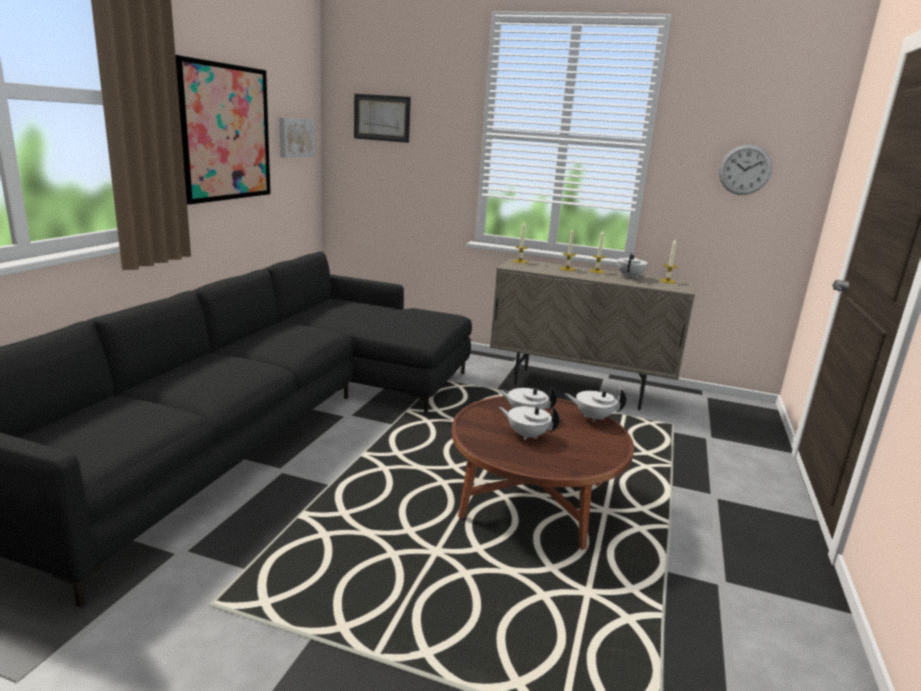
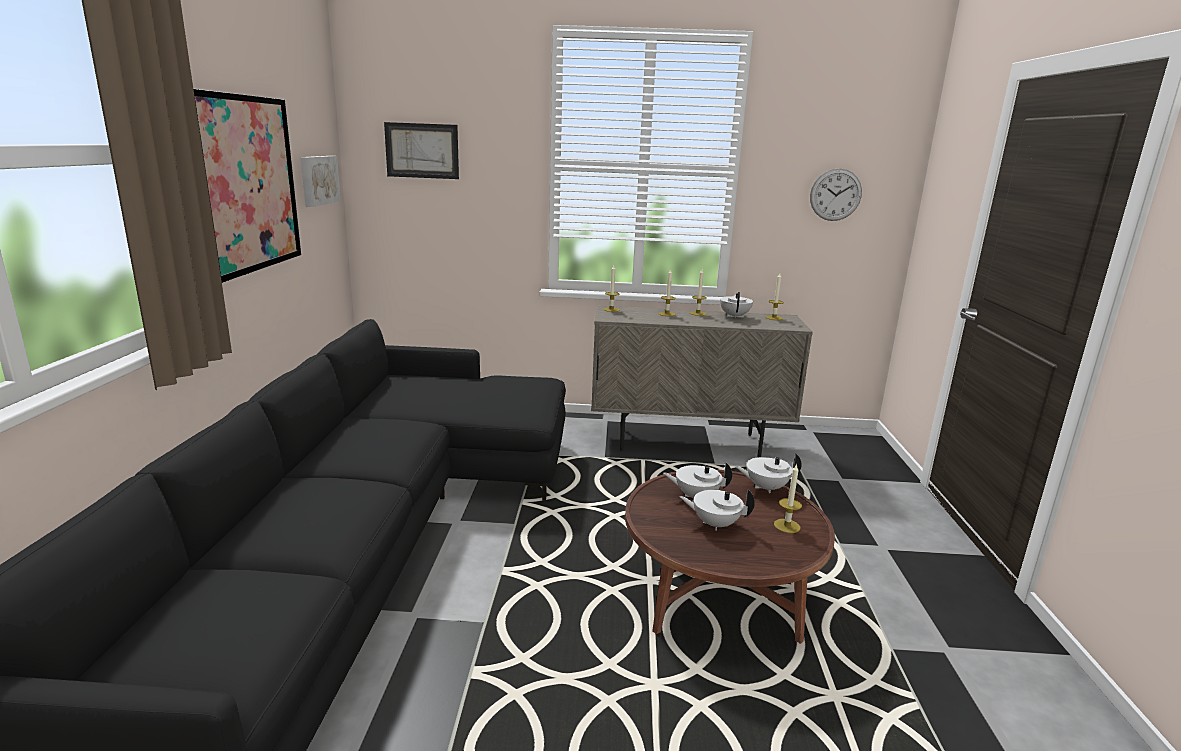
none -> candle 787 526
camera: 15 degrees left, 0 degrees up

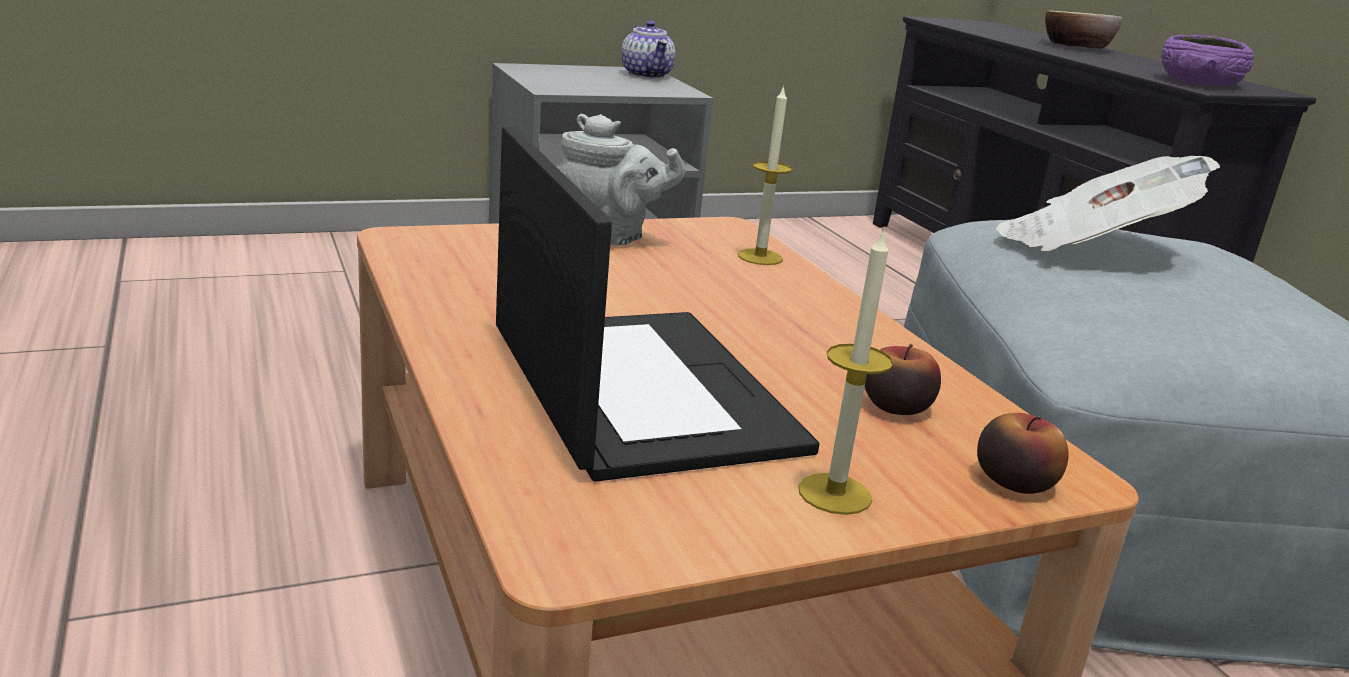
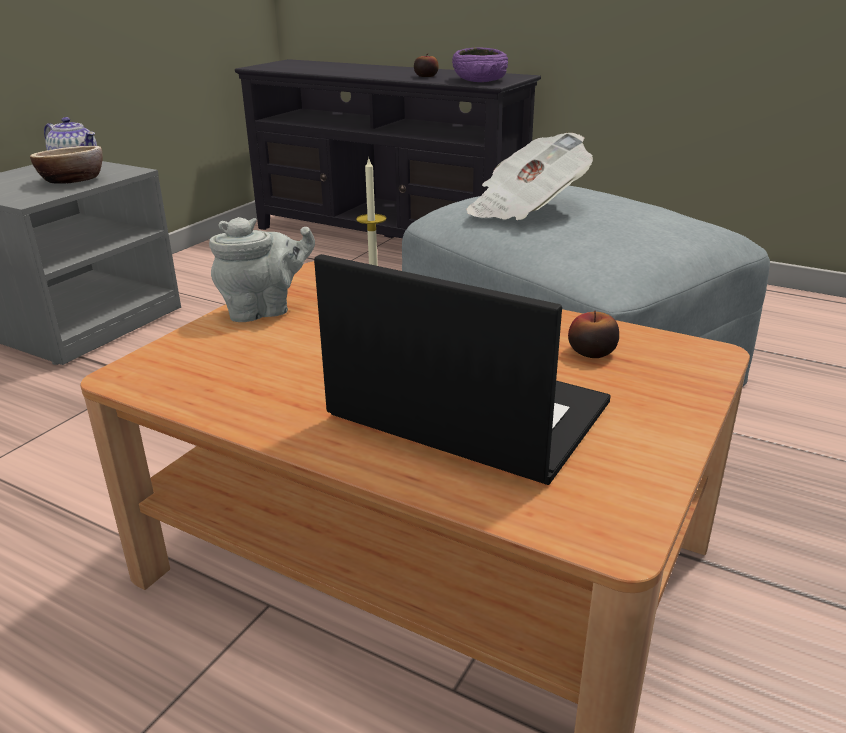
bowl 1076 47 -> bowl 73 181, move
apple 1014 481 -> apple 426 76, move
candle 834 494 -> none
camera: 35 degrees left, 5 degrees up

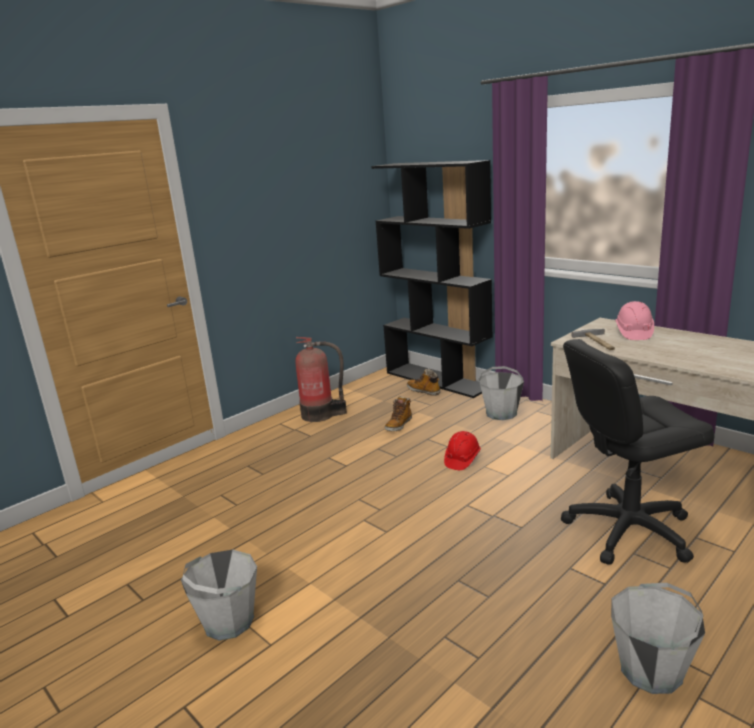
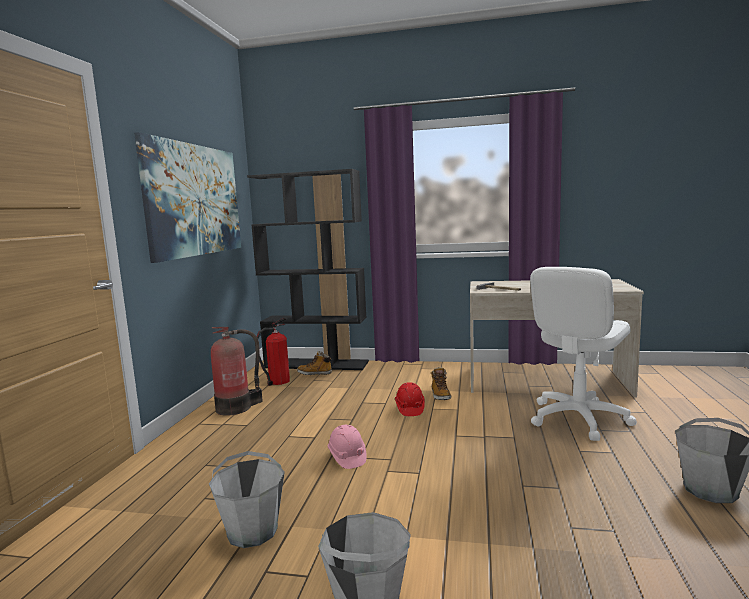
none -> picture 194 200
grey_bucket 501 413 -> grey_bucket 252 531, move
none -> fire_extinguisher 278 382
pink_hard_hat 633 333 -> pink_hard_hat 347 457, move
boot 399 425 -> boot 440 395, move
black_office_chair 628 530 -> white_office_chair 578 418
camera: 35 degrees left, 10 degrees down

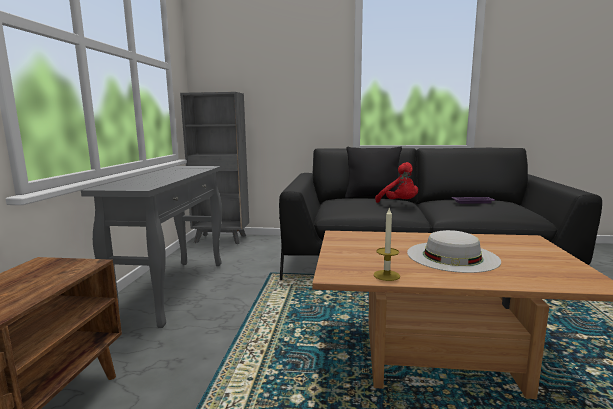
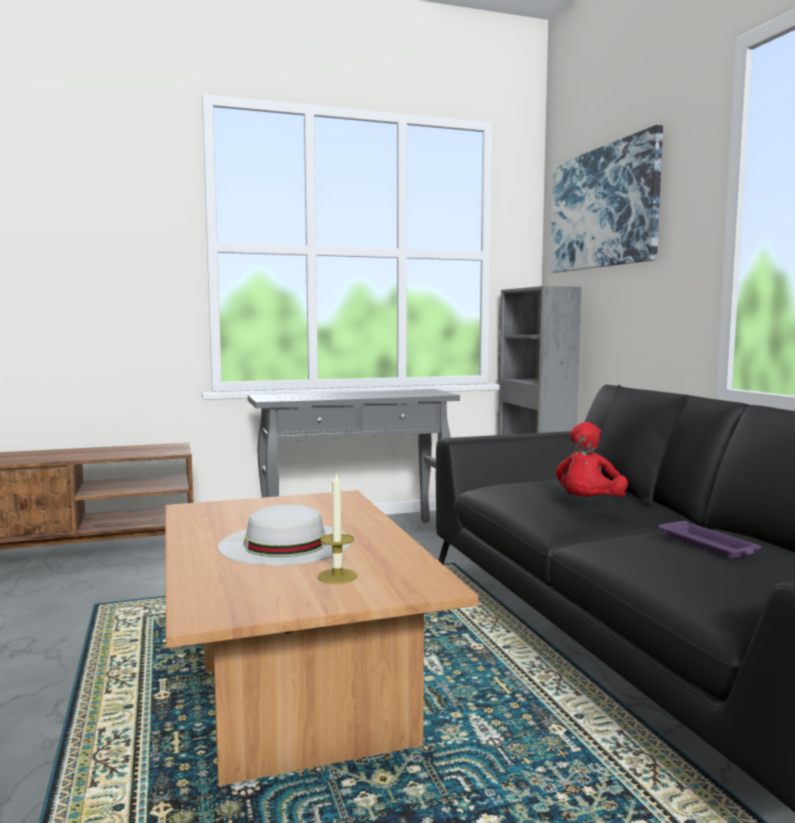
candle 386 275 -> candle 337 576, move
none -> picture 603 208
camera: 65 degrees right, 5 degrees down

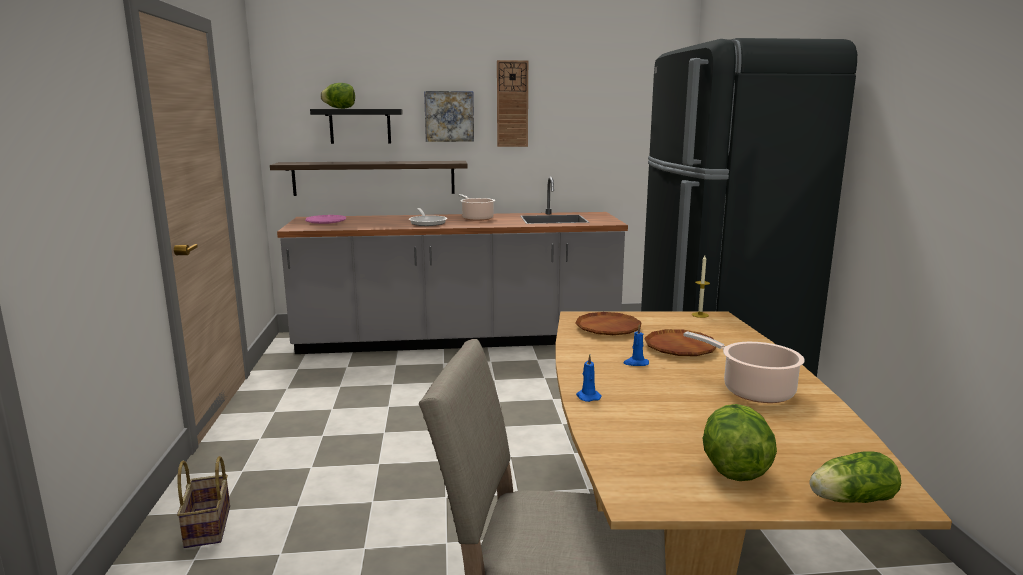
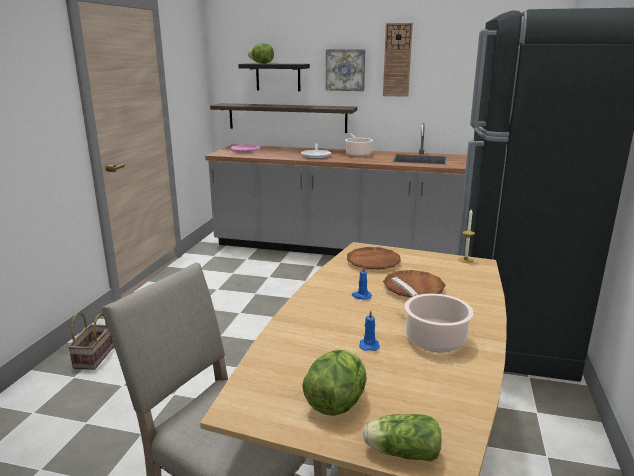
blue_candle 587 396 -> blue_candle 369 345, move
camera: 20 degrees right, 5 degrees up

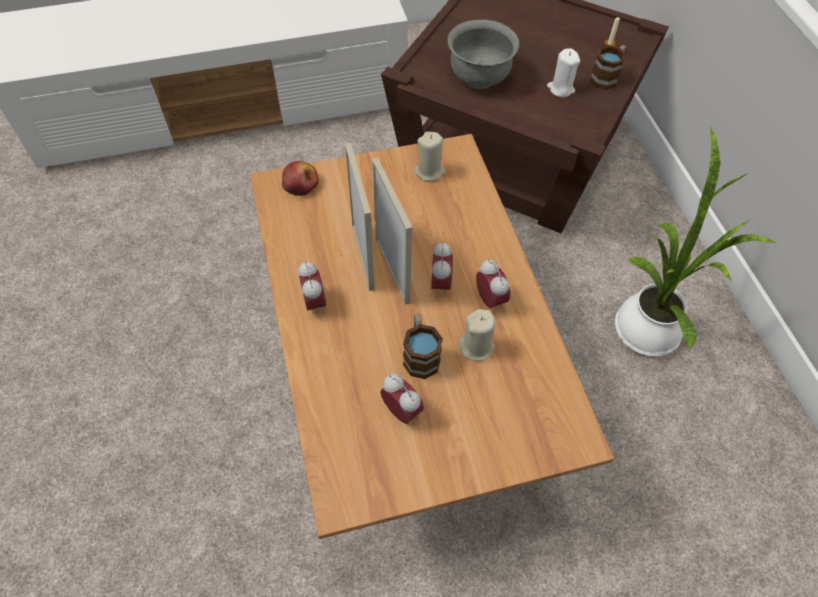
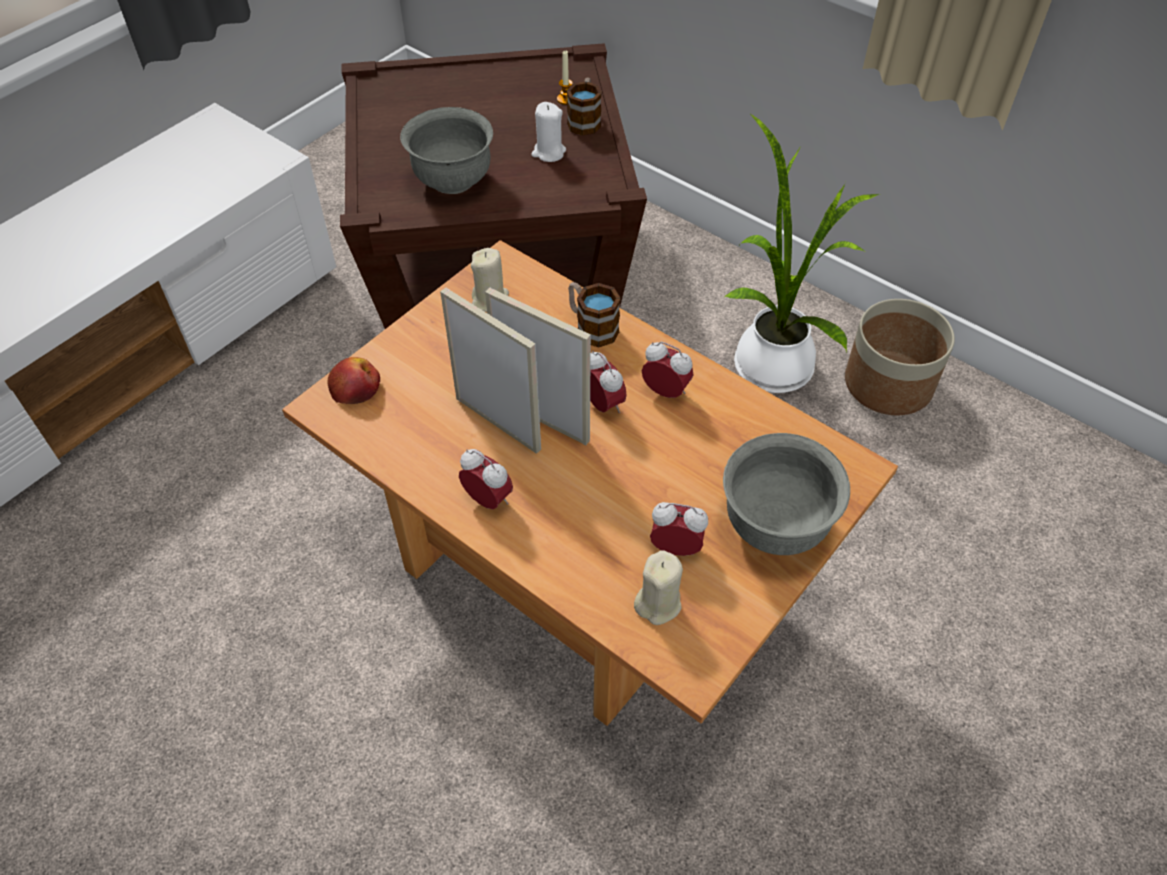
mug 420 354 -> mug 591 327, move
beige_candle 476 347 -> beige_candle 658 603, move
none -> grey_bowl 774 526
none -> planter 889 383
camera: 35 degrees left, 5 degrees down

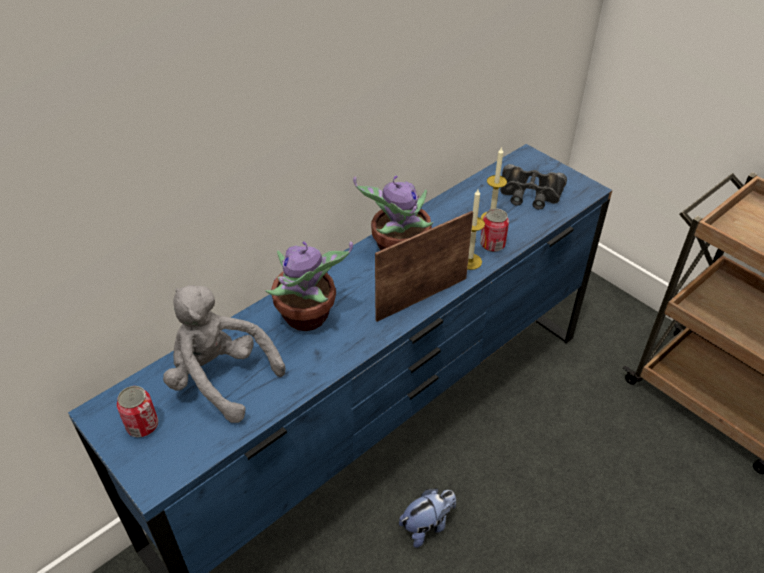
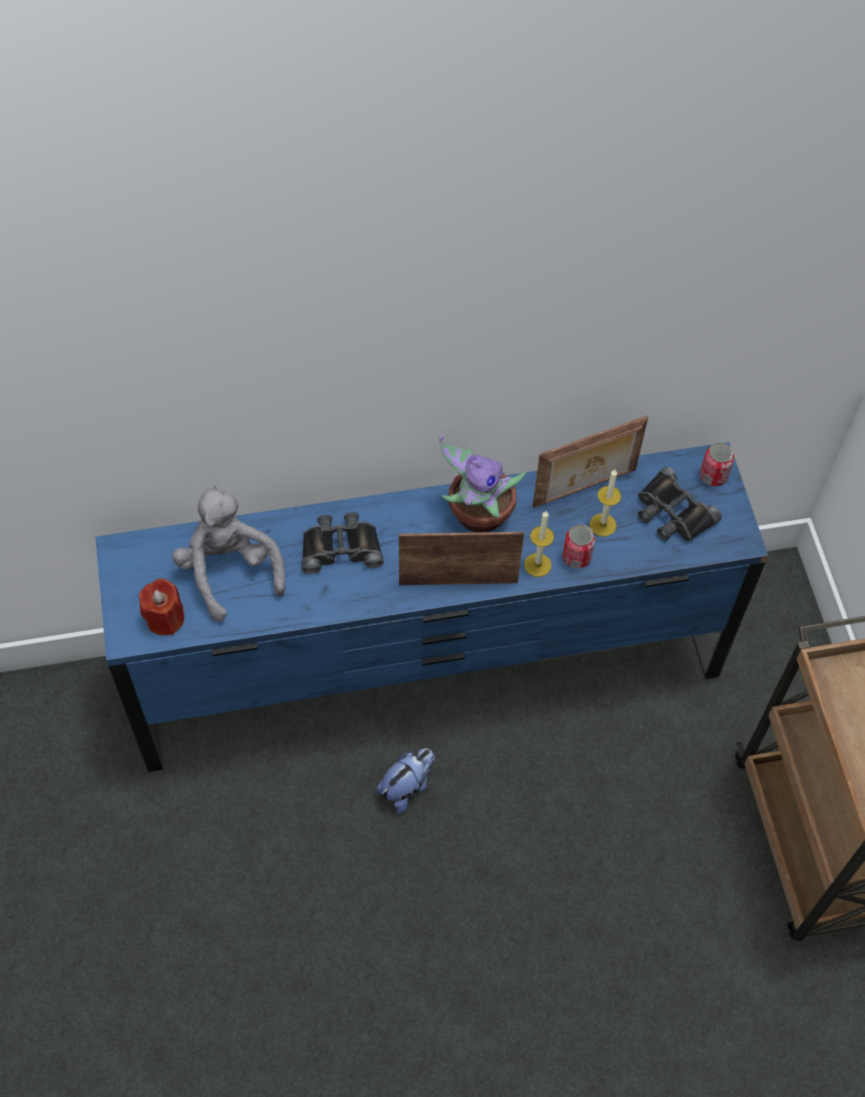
none -> red_candle 165 618
potted_plant 307 317 -> black_binoculars 340 547
plush_toy 427 526 -> plush_toy 407 787, 45 degrees counterclockwise
none -> picture_frame 585 489
can 142 425 -> can 713 476, move
camera: 30 degrees right, 15 degrees up

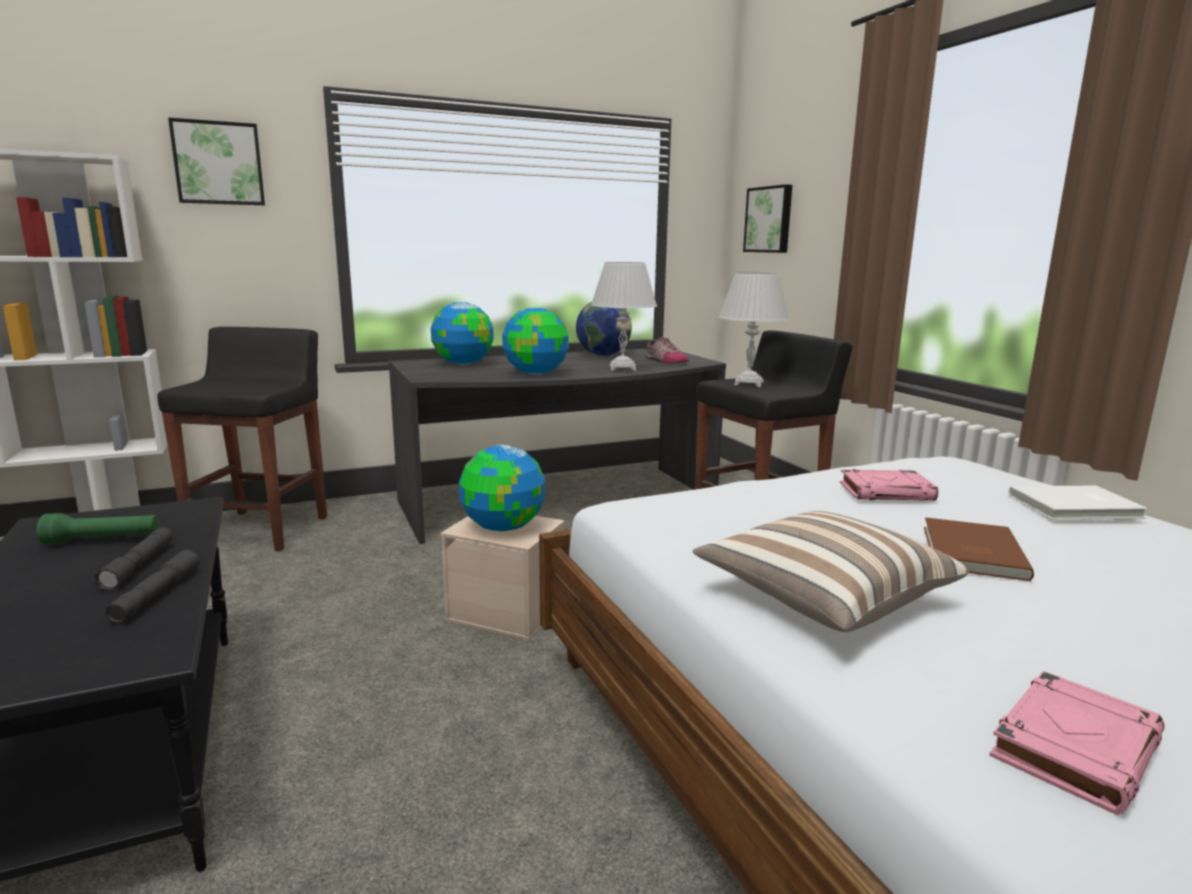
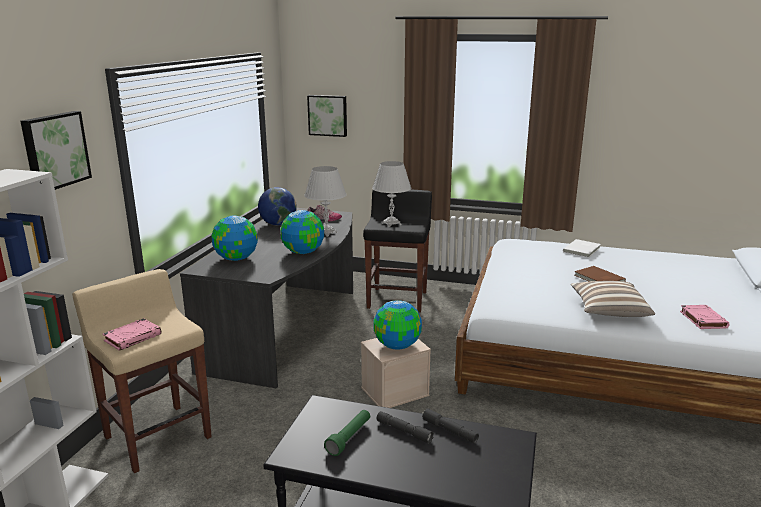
black_stool 261 530 -> beige_stool 157 436
pink_book 887 492 -> pink_book 133 337, move
camera: 50 degrees left, 5 degrees up

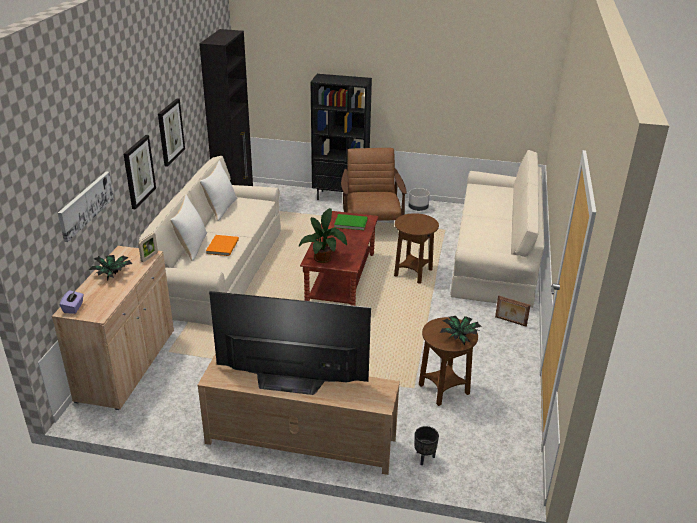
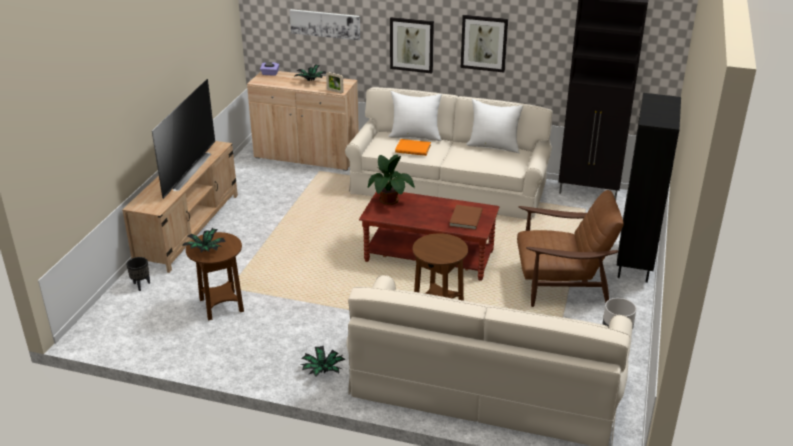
picture_frame 510 322 -> potted_plant 323 371
green_book 350 223 -> brown_book 465 218
camera: 95 degrees right, 0 degrees up

